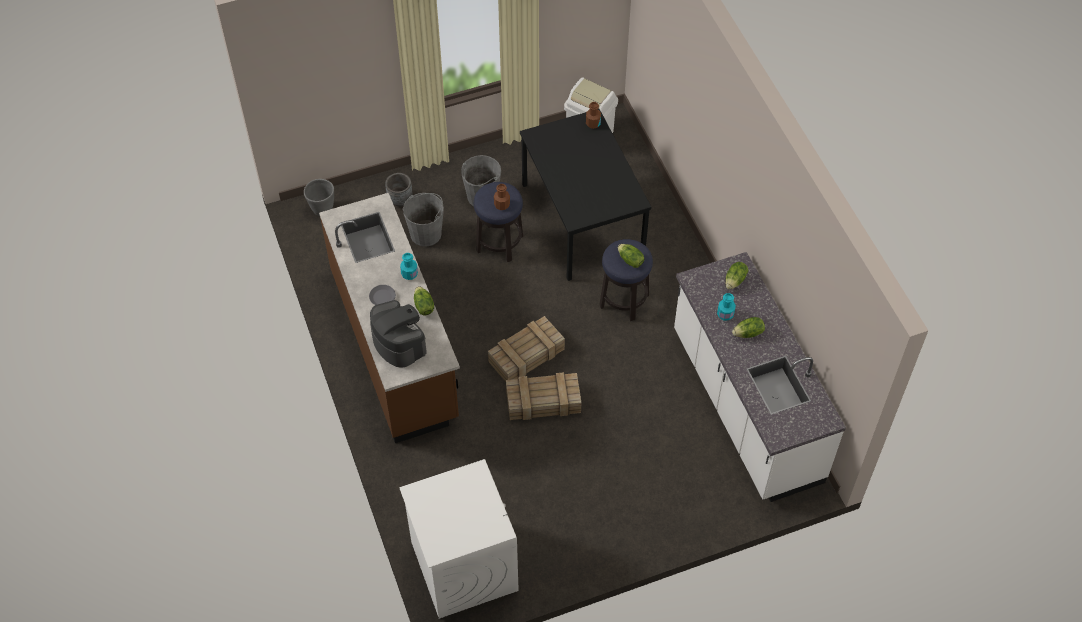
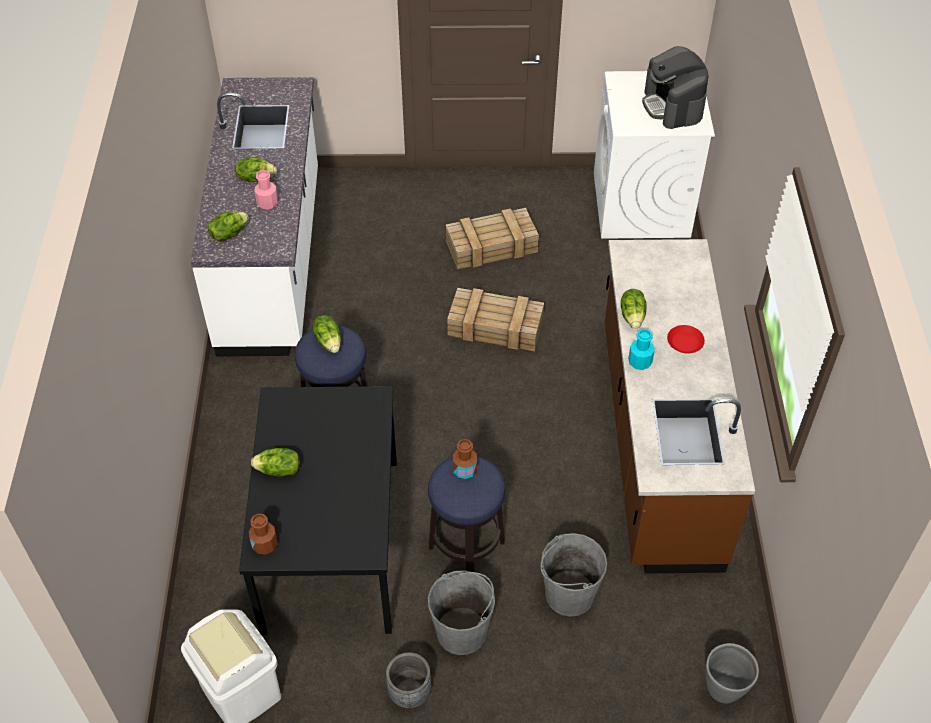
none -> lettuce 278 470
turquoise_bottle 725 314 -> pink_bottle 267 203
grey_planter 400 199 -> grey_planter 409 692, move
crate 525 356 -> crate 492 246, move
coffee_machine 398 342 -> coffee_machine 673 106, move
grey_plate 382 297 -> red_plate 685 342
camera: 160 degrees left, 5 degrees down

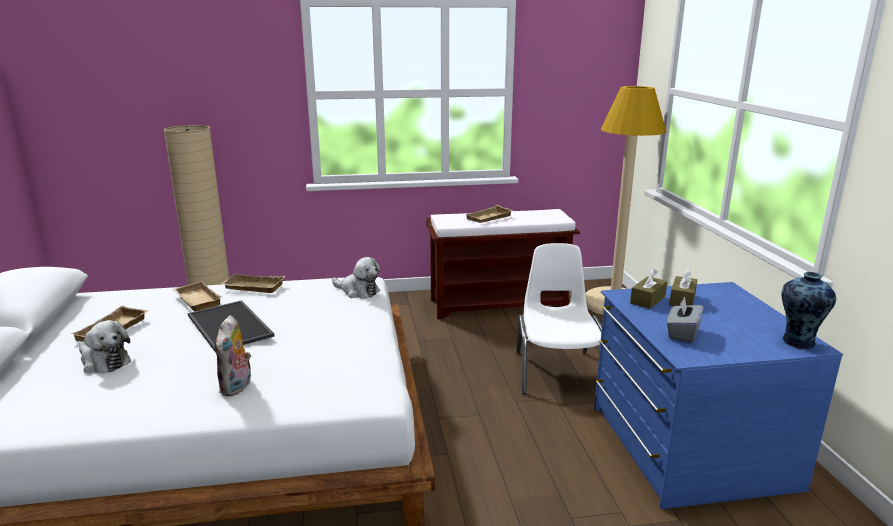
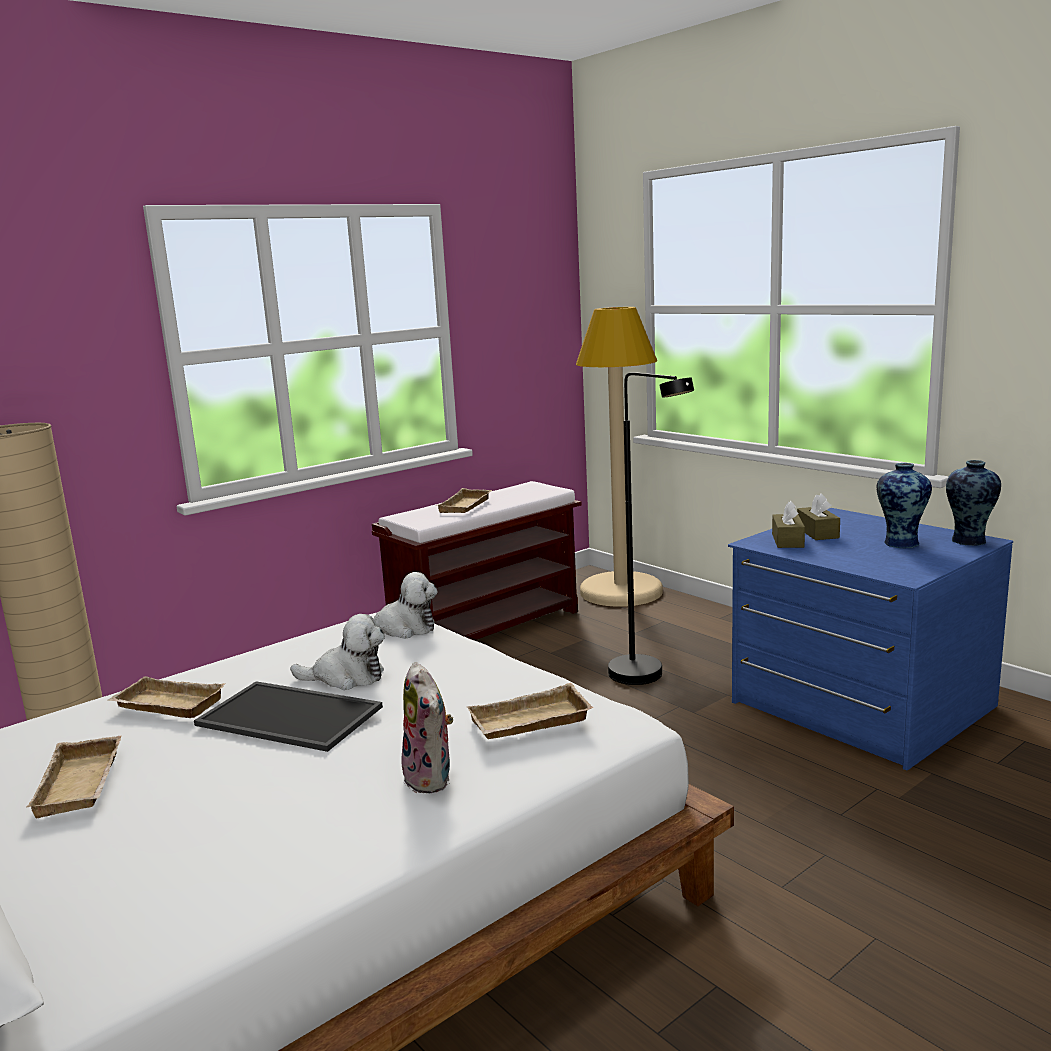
plush_toy 104 362 -> plush_toy 346 677, move
beige_tray 252 288 -> beige_tray 529 723, move
white_chair 557 371 -> black_floor_lamp 647 678
none -> vase 900 543
grey_tissue_box 682 333 -> none
camera: 30 degrees left, 5 degrees down

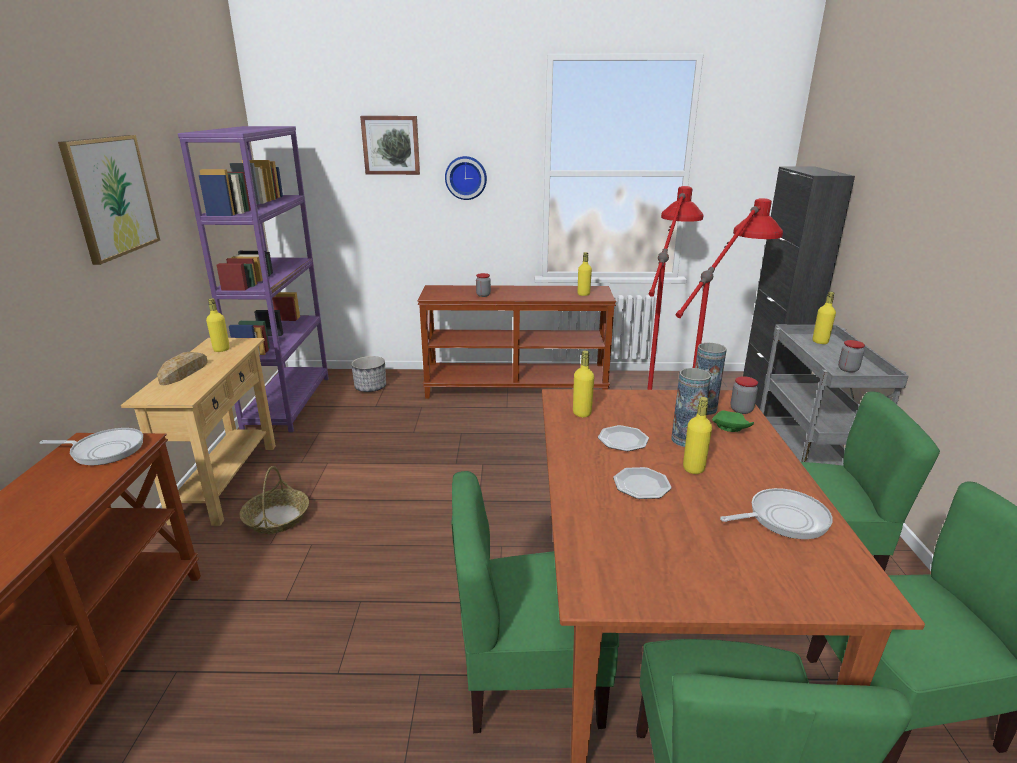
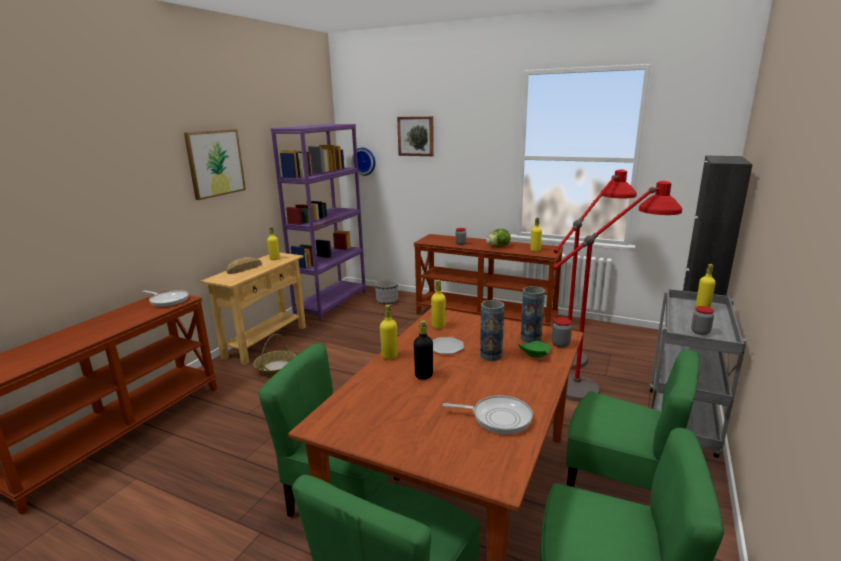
wall_clock 466 177 -> wall_clock 364 161, move
yellow_bottle 693 468 -> yellow_bottle 389 356, move
plate 641 485 -> black_bottle 424 375
none -> lettuce 498 247
camera: 25 degrees right, 5 degrees down

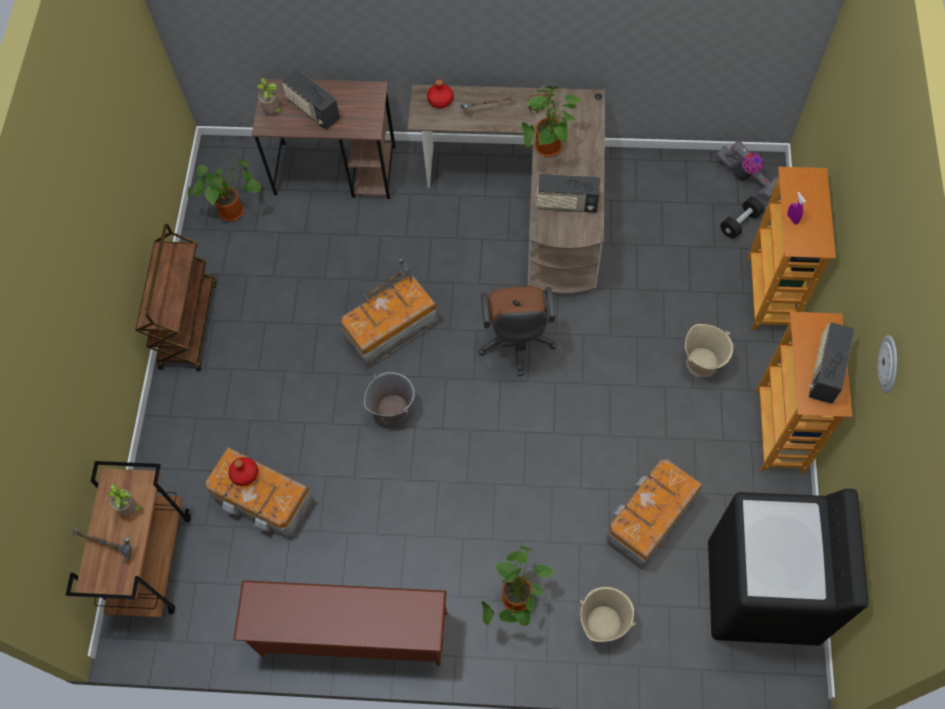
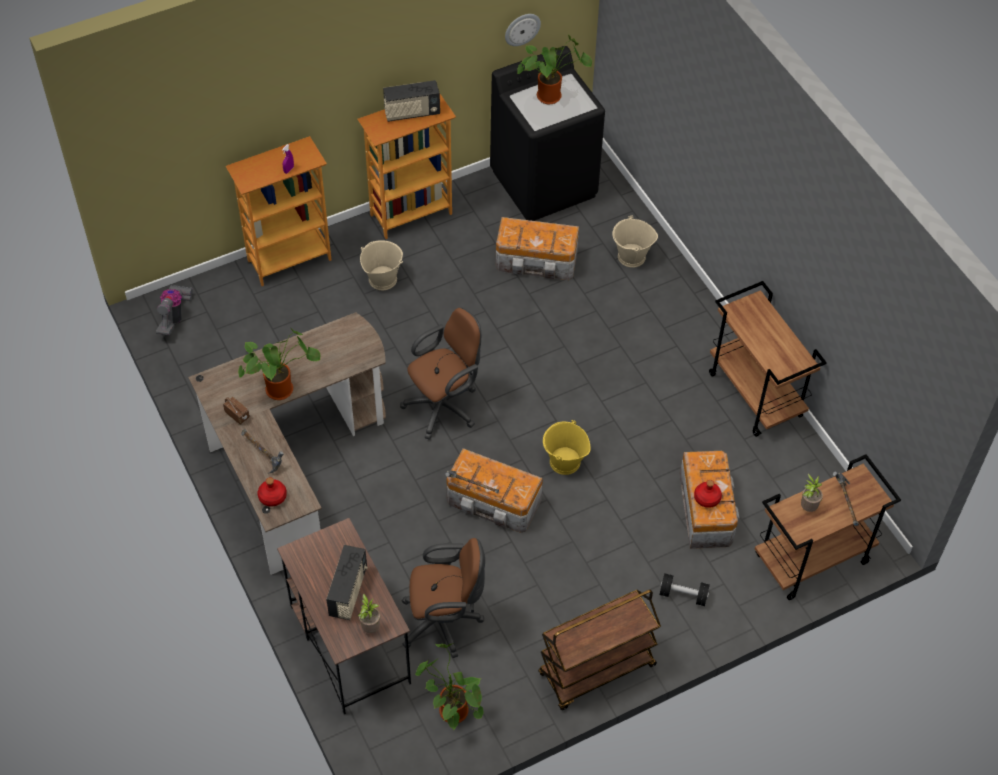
none -> brown_office_chair 445 622
wall_clock 889 364 -> wall_clock 522 29, move
potted_plant 517 602 -> potted_plant 551 95, move
grey_bucket 393 409 -> yellow_bucket 564 462
black_dumbbell 740 223 -> black_dumbbell 683 595, move
brown_shoe_rack 352 635 -> brown_cart 756 395
radio 566 204 -> none
camera: 125 degrees left, 10 degrees down

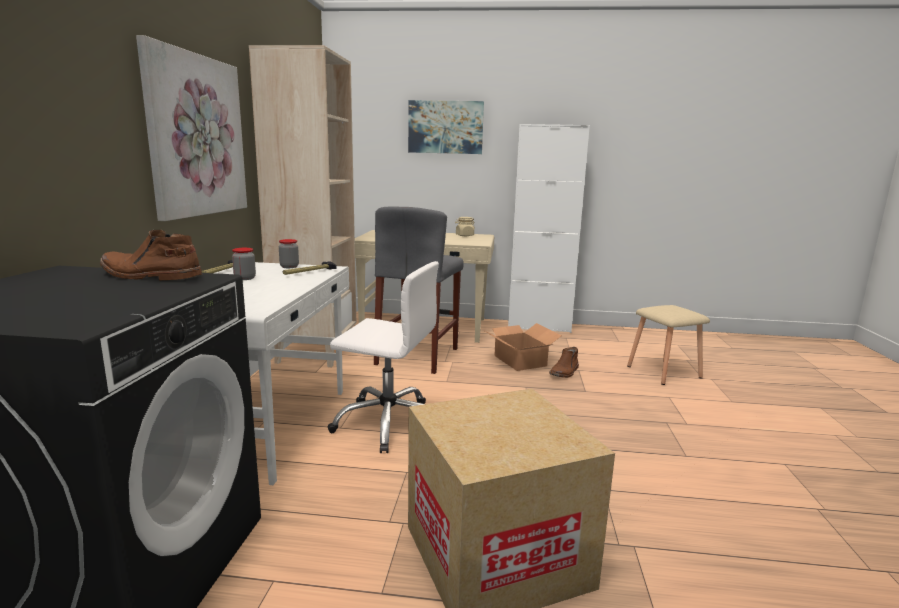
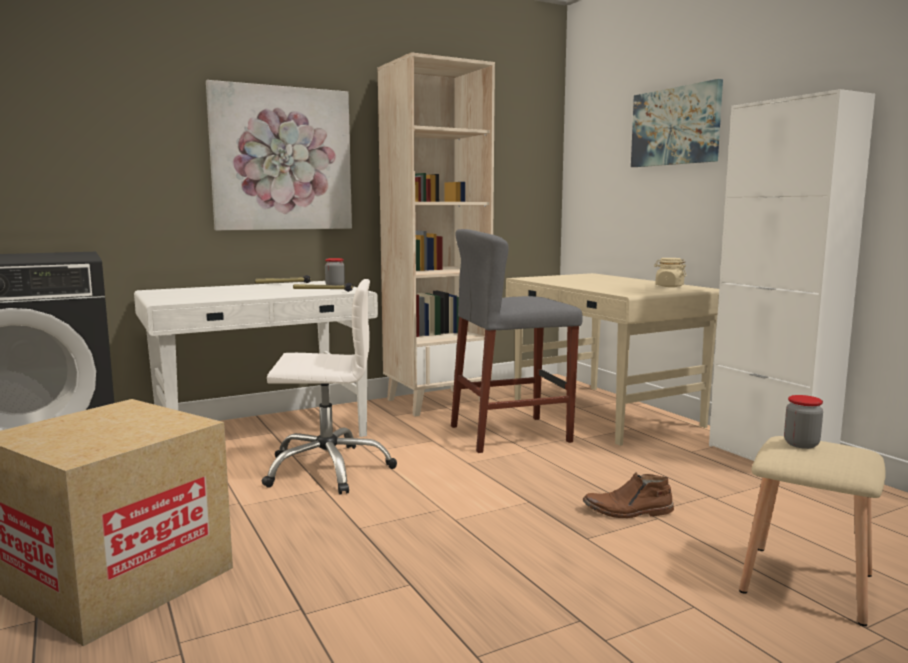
white_office_chair 389 423 -> white_office_chair 328 469, 75 degrees counterclockwise
jar 245 278 -> jar 801 444, move
brown_boot 150 276 -> none
cardboard_box 520 360 -> none
camera: 55 degrees right, 5 degrees down

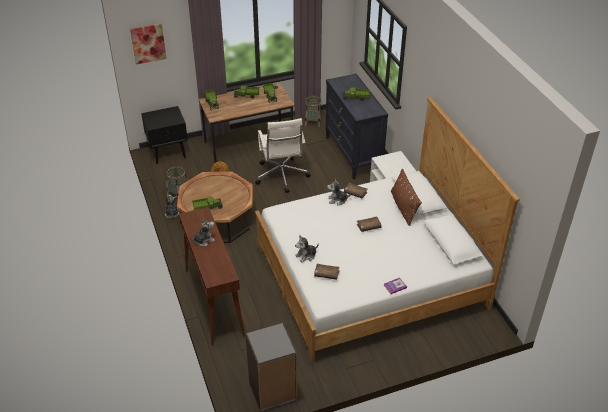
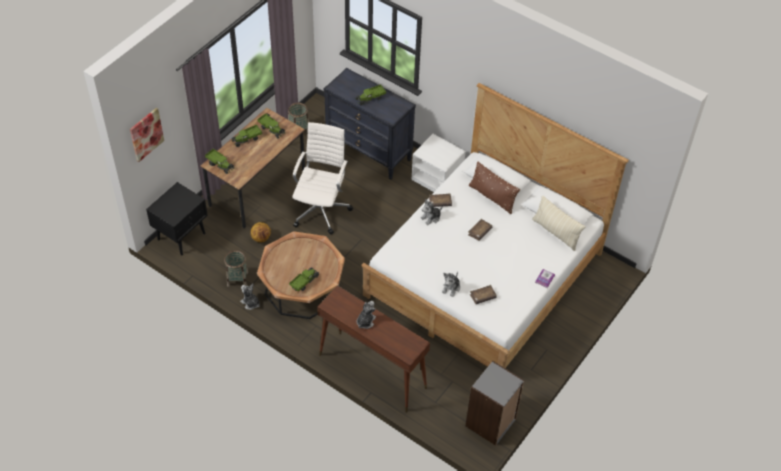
white_office_chair 281 176 -> white_office_chair 321 209, 120 degrees counterclockwise
none -> beige_pillow 556 232
camera: 35 degrees left, 10 degrees up

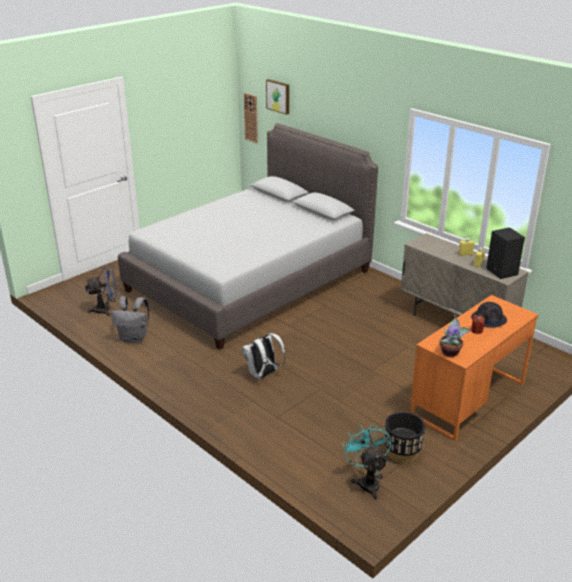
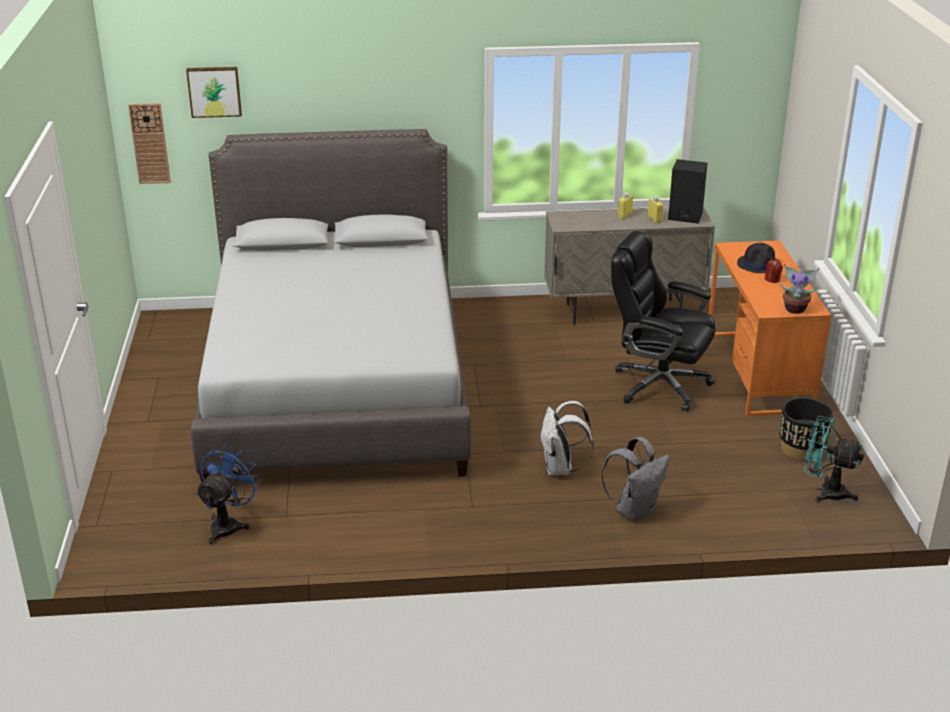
grey_backpack 134 338 -> grey_backpack 635 510, move
none -> black_office_chair 658 385
camera: 50 degrees left, 0 degrees up

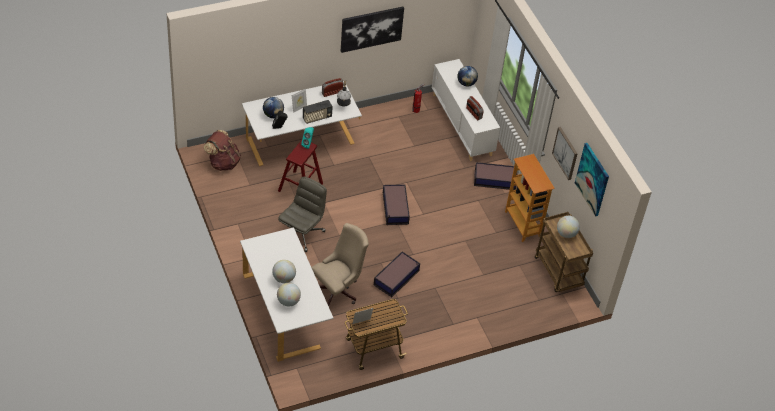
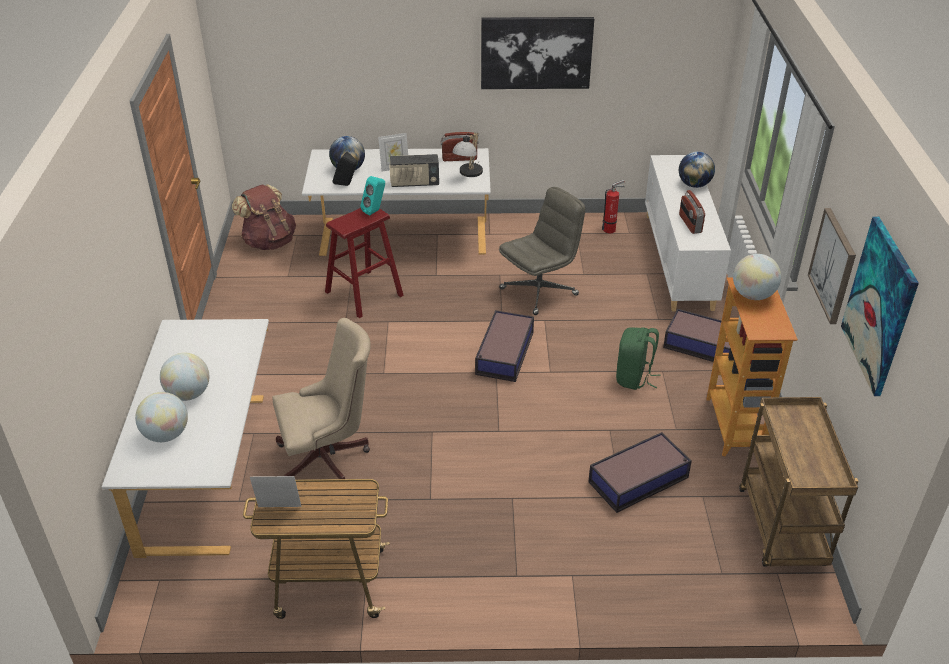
grey_office_chair 302 233 -> grey_office_chair 539 291, move
storage_box 397 277 -> storage_box 639 479, move
none -> green_backpack 634 378
globe 566 234 -> globe 752 295, move
camera: 25 degrees right, 10 degrees down

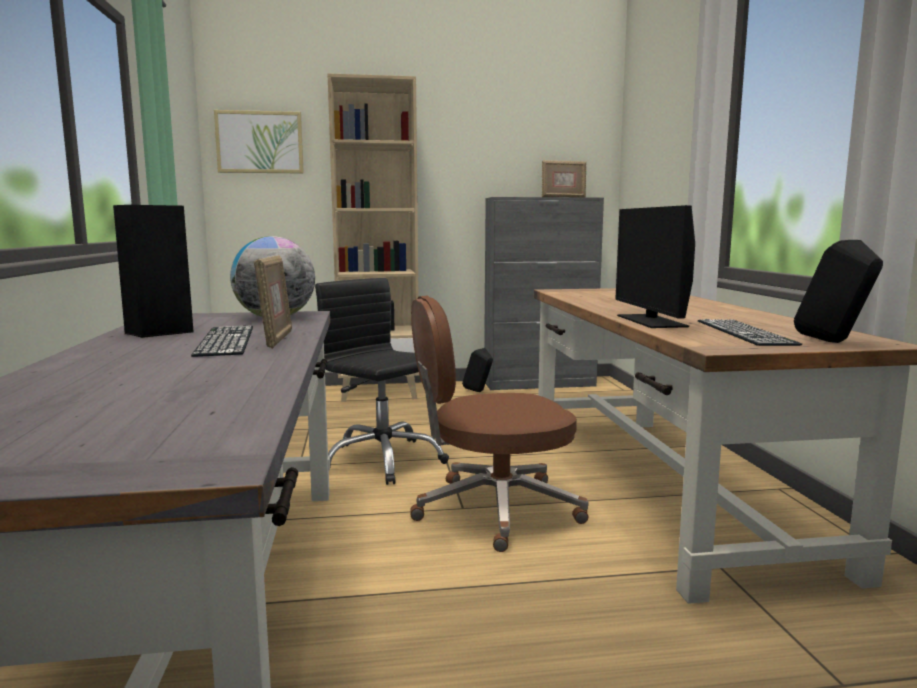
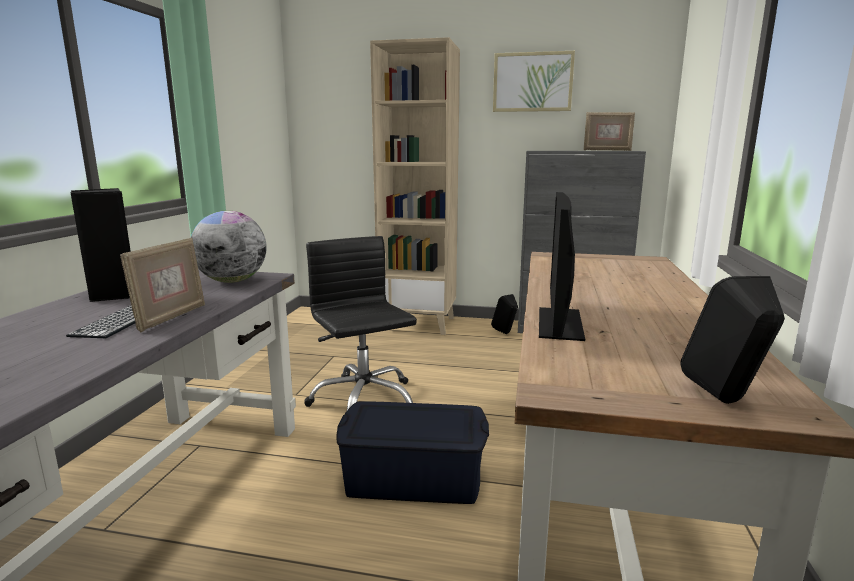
brown_office_chair 493 510 -> blue_storage_box 413 477
picture 259 142 -> picture 532 82, move
keyboard 744 332 -> none
camera: 20 degrees right, 5 degrees up

